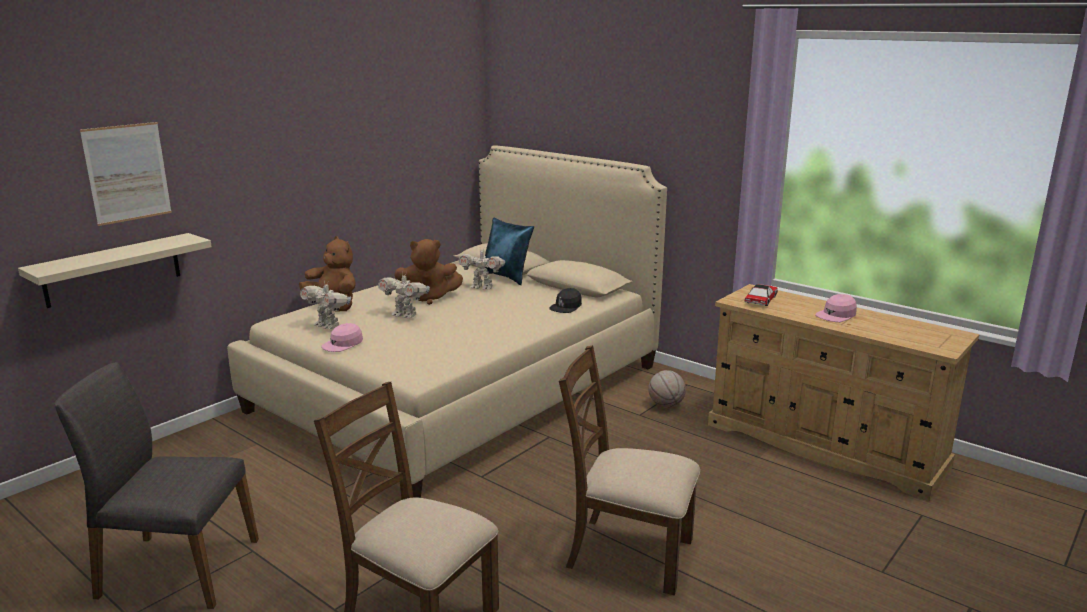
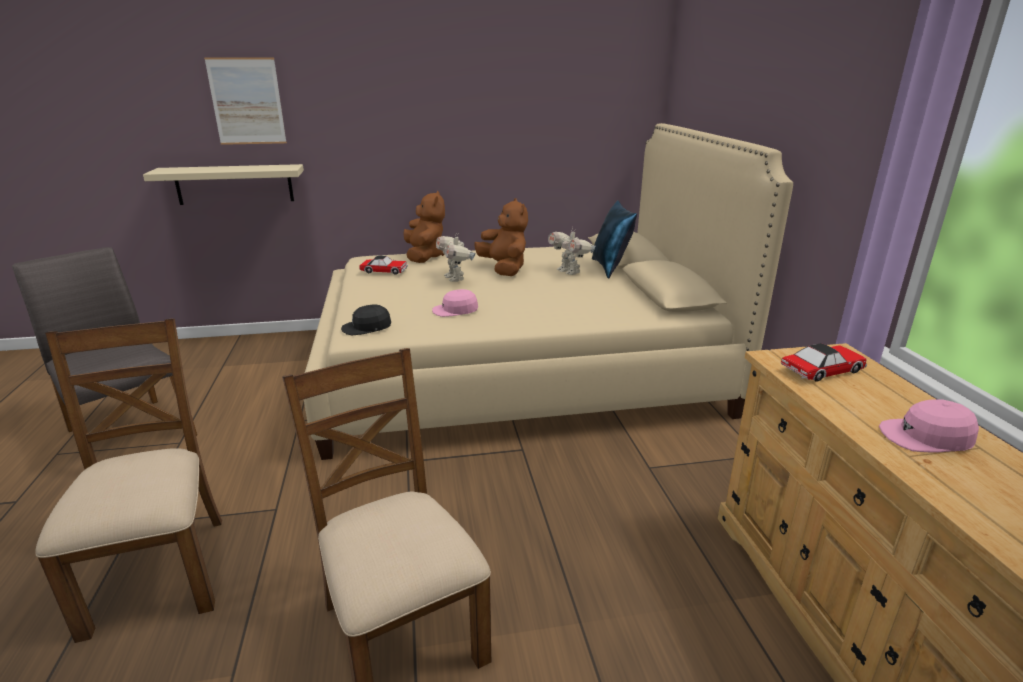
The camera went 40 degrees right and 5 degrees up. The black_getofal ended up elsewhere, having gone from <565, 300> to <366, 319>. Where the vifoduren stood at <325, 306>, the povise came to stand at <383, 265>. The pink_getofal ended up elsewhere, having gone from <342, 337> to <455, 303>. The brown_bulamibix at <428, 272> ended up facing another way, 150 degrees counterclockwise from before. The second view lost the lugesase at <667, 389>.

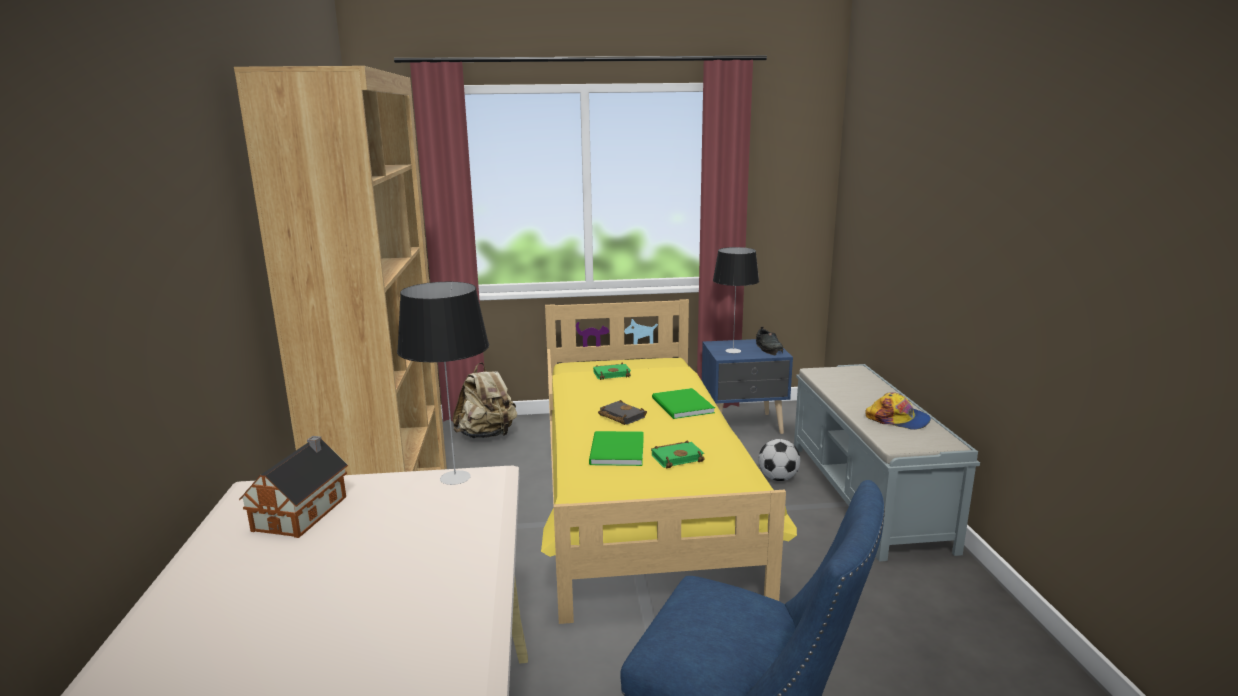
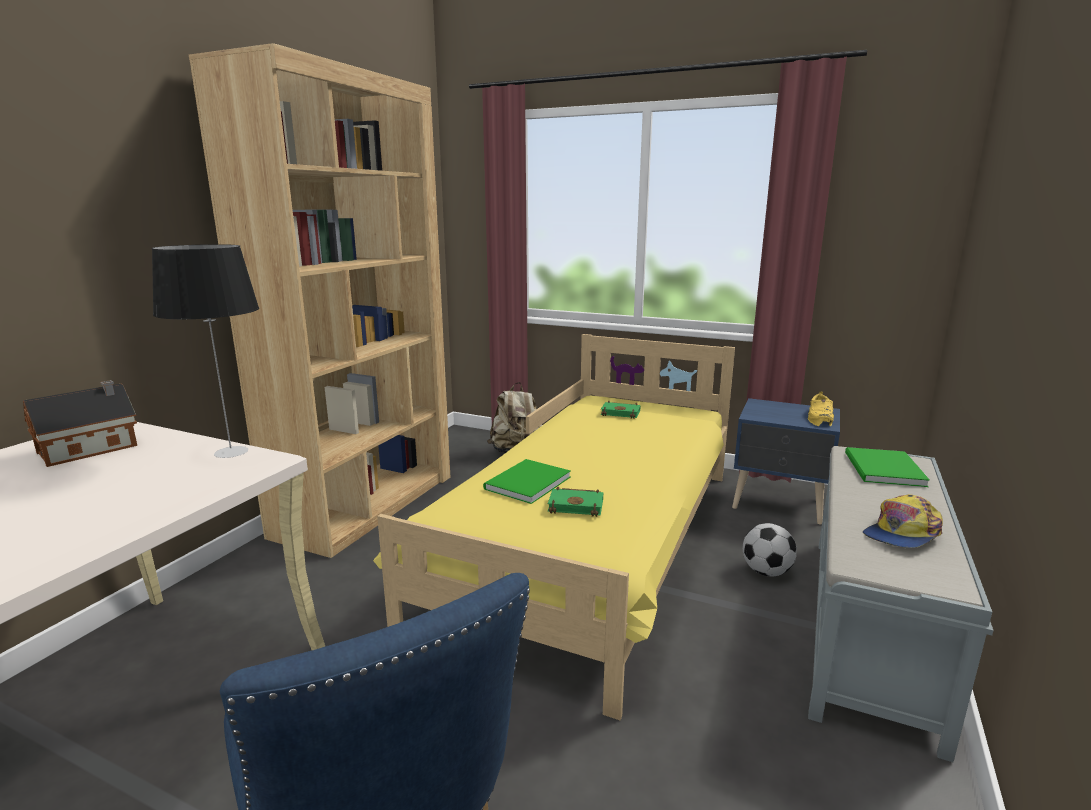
The camera went 30 degrees right and 0 degrees up. What was the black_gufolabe at <769, 341> turned into the yellow_gufolabe at <821, 408>. The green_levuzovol ended up elsewhere, having gone from <683, 403> to <887, 467>. The getofal at <898, 411> ended up facing another way, 75 degrees clockwise from before. The second view lost the black_levuzovol at <622, 412>. The second view lost the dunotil at <736, 300>.

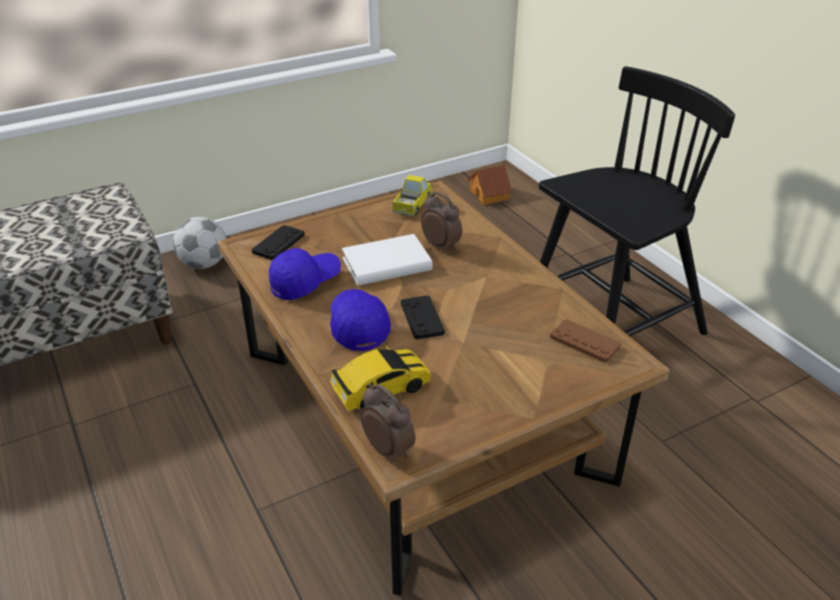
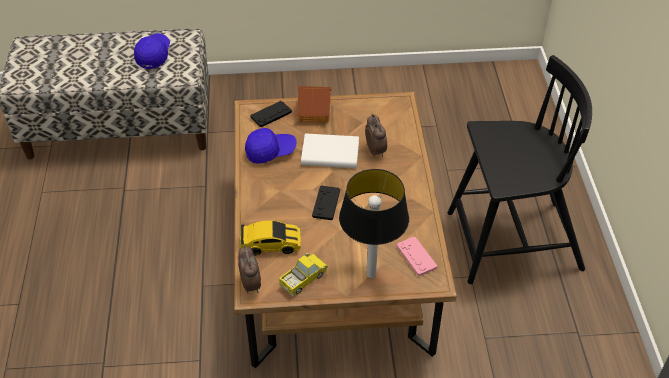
The camera went 25 degrees right and 10 degrees up. The blue_getofal ended up elsewhere, having gone from <360, 320> to <152, 51>. The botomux ended up elsewhere, having gone from <412, 195> to <303, 274>. The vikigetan ended up elsewhere, having gone from <490, 185> to <314, 104>. The second view gained the dunotil at <374, 223>. What was the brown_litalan at <585, 341> turned into the pink_litalan at <417, 256>. The second view lost the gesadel at <199, 243>.

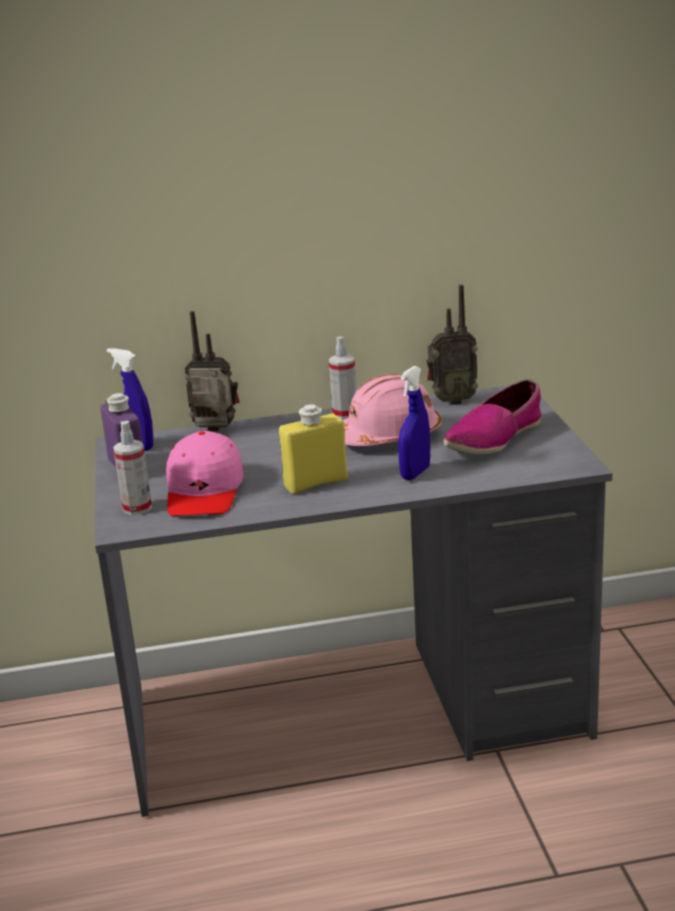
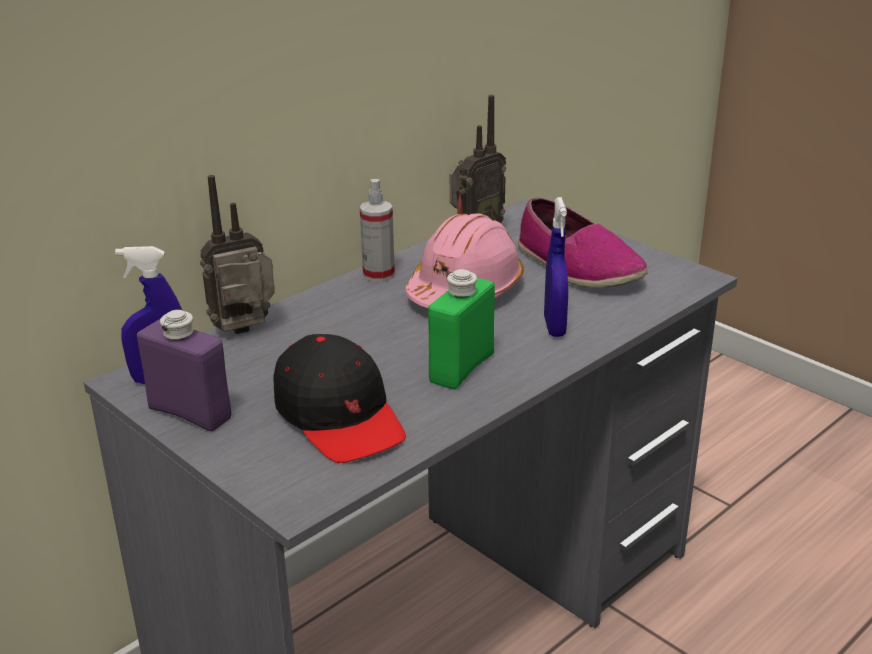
The camera went 35 degrees left and 5 degrees up. What was the pink_getofal at <204, 473> turned into the black_getofal at <340, 398>. What was the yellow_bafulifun at <313, 449> turned into the green_bafulifun at <461, 329>. The gufolabe at <492, 416> ended up facing another way, 45 degrees counterclockwise from before. The second view lost the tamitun at <132, 468>.

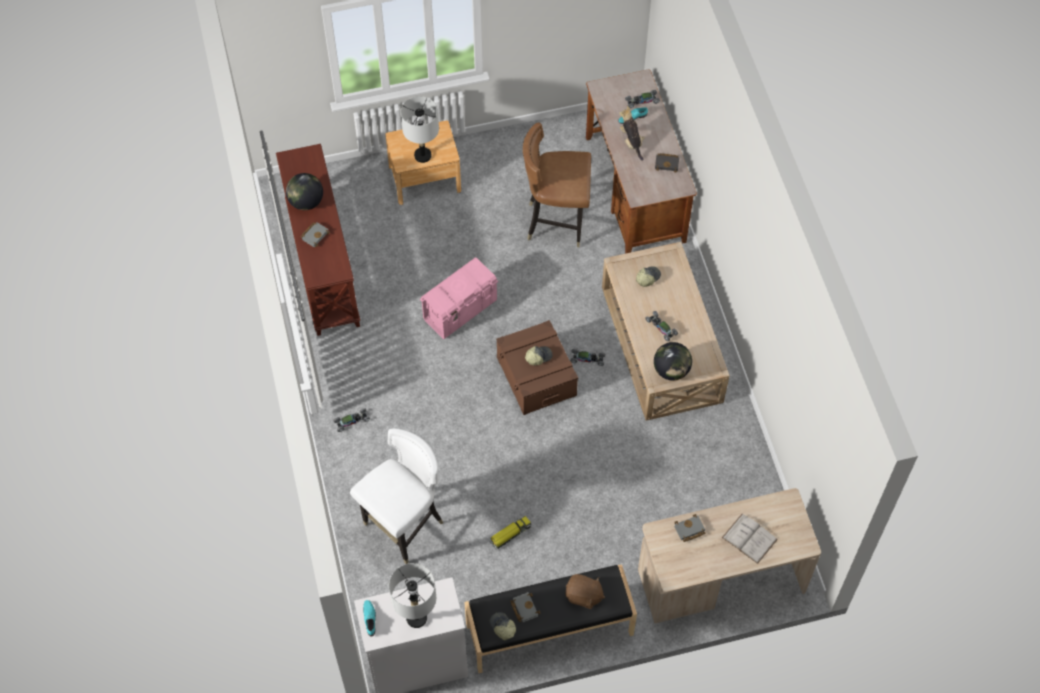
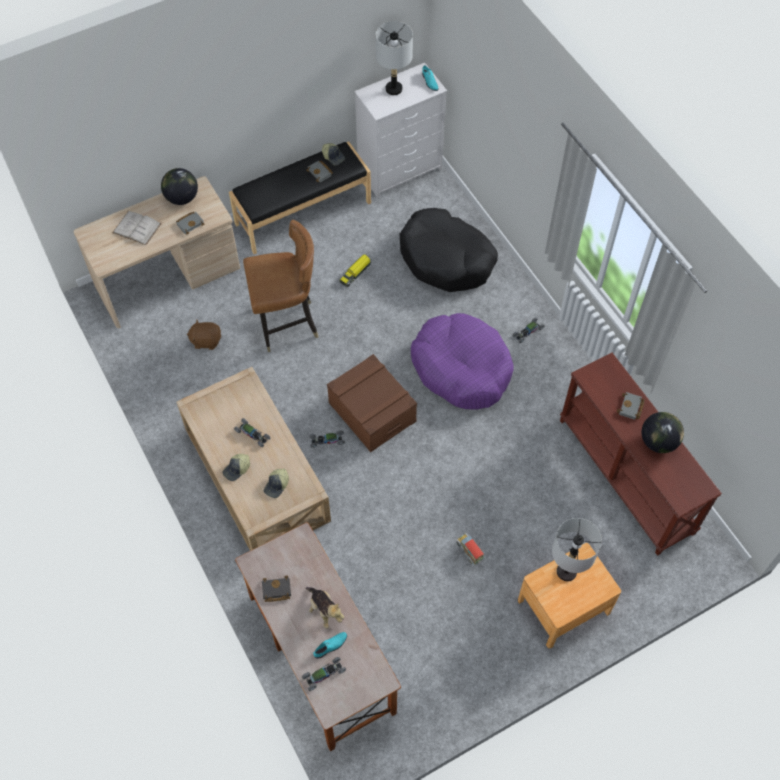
The camera went 165 degrees right and 0 degrees up. The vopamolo ended up elsewhere, having gone from <673, 361> to <179, 186>. The brown_bulamibix ended up elsewhere, having gone from <585, 591> to <203, 334>. The getofal ended up elsewhere, having gone from <539, 355> to <236, 467>. The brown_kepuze ended up elsewhere, having gone from <557, 184> to <280, 286>. Where the white_kepuze stood at <396, 496>, the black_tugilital came to stand at <448, 250>. The second view gained the purple_tugilital at <462, 361>. The second view gained the botomux at <470, 549>. The second view lost the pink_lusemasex at <459, 298>.

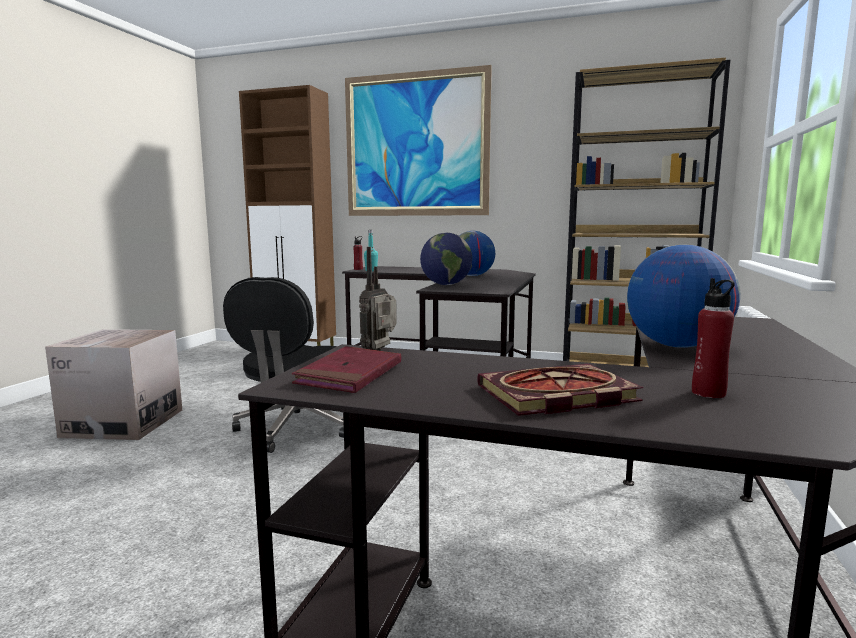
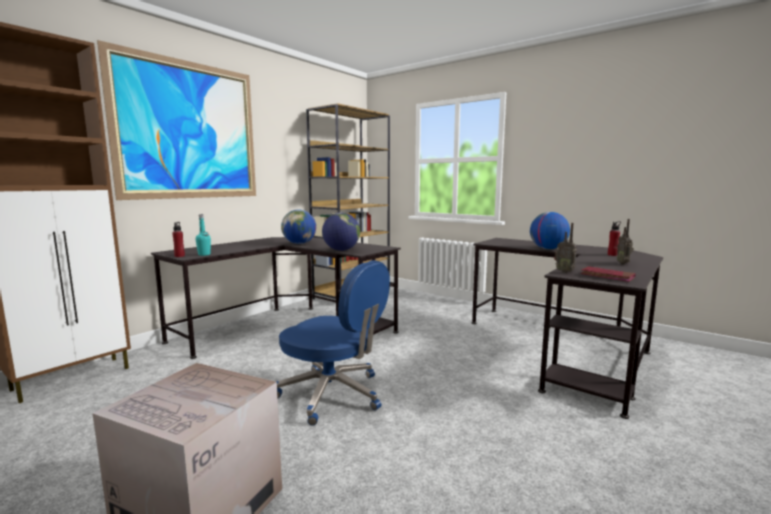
The camera went 70 degrees left and 0 degrees up. What was the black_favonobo at <283, 365> turned into the blue_favonobo at <333, 343>. Where the levuzovol stood at <560, 390>, the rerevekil came to stand at <625, 241>.

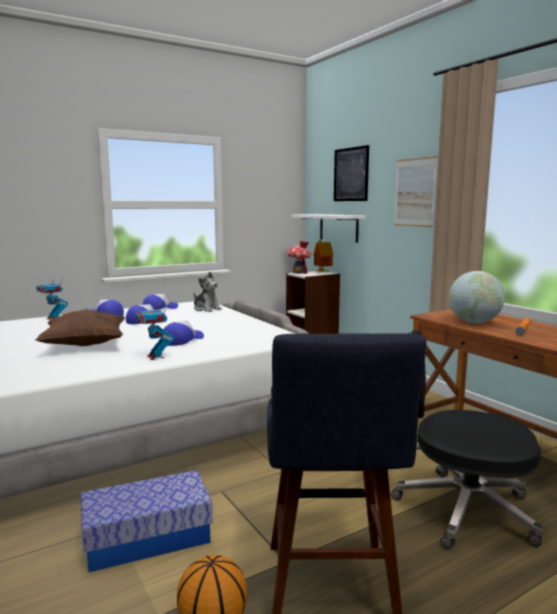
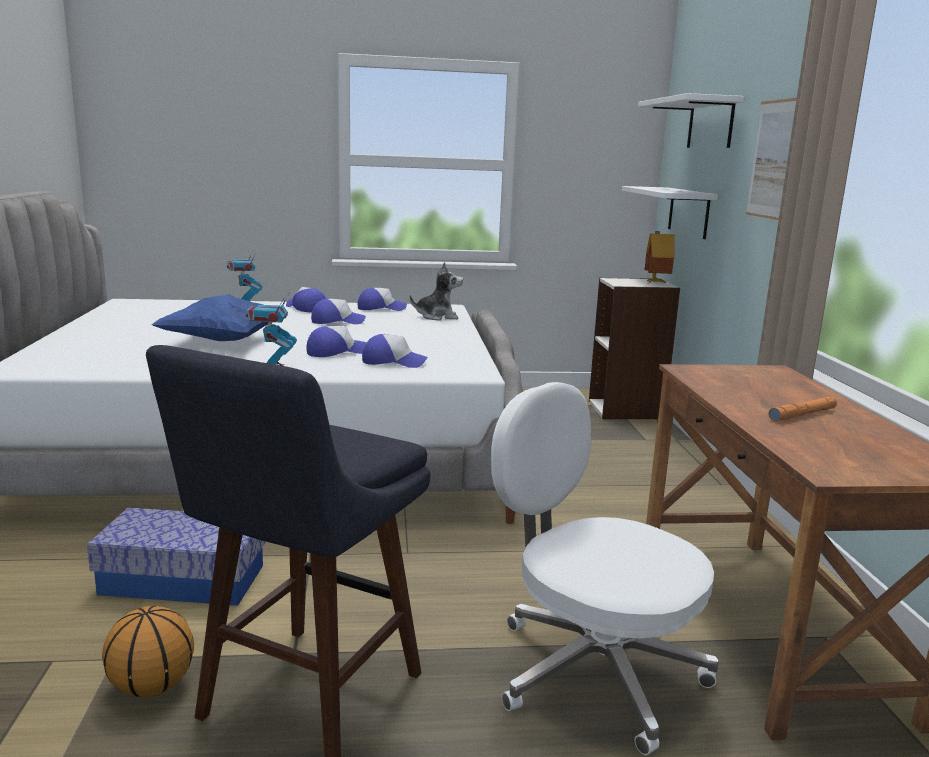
The camera went 25 degrees right and 5 degrees up. What was the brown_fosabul at <80, 327> turned into the blue_fosabul at <210, 317>. The second view gained the getofal at <395, 351>. The bulamibix at <208, 292> ended up facing another way, 75 degrees counterclockwise from before. What was the black_favonobo at <467, 439> turned into the white_favonobo at <605, 568>. Where the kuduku hung at <351, 173>, the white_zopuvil came to hang at <691, 120>. The second view lost the vikigetan at <299, 257>. The second view lost the vopamolo at <477, 297>.

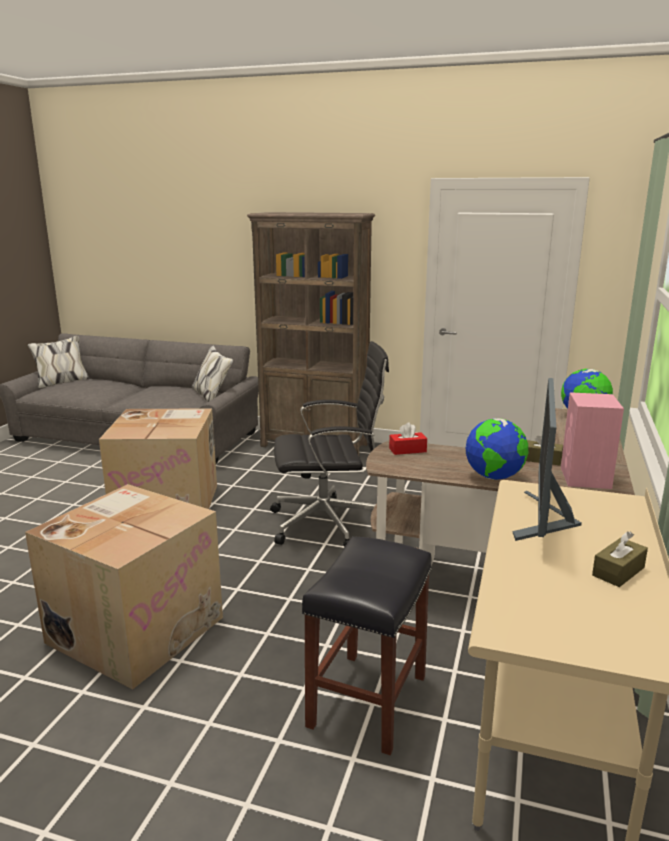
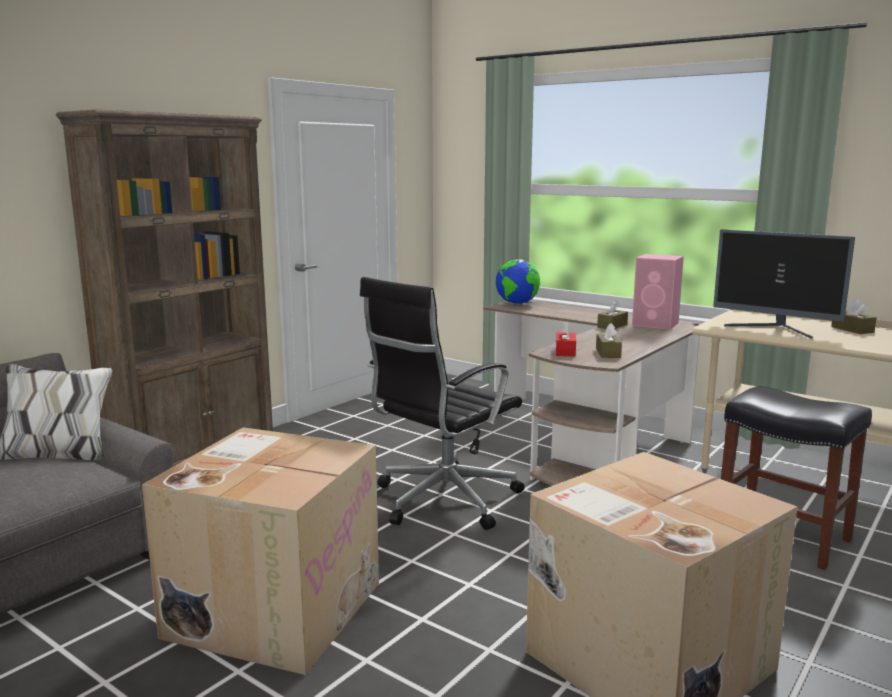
The camera went 70 degrees left and 5 degrees down. The black_favonobo at <329, 444> ended up facing another way, 150 degrees counterclockwise from before. The second view gained the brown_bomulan at <609, 340>. The second view lost the vopamolo at <497, 449>.

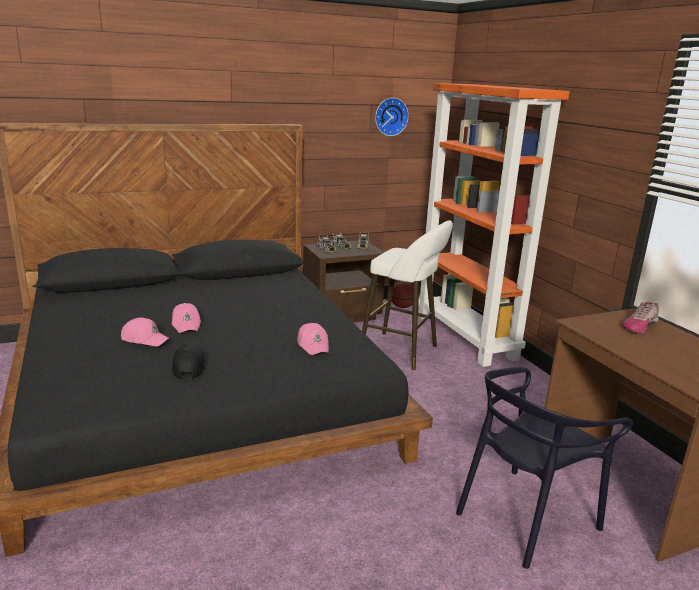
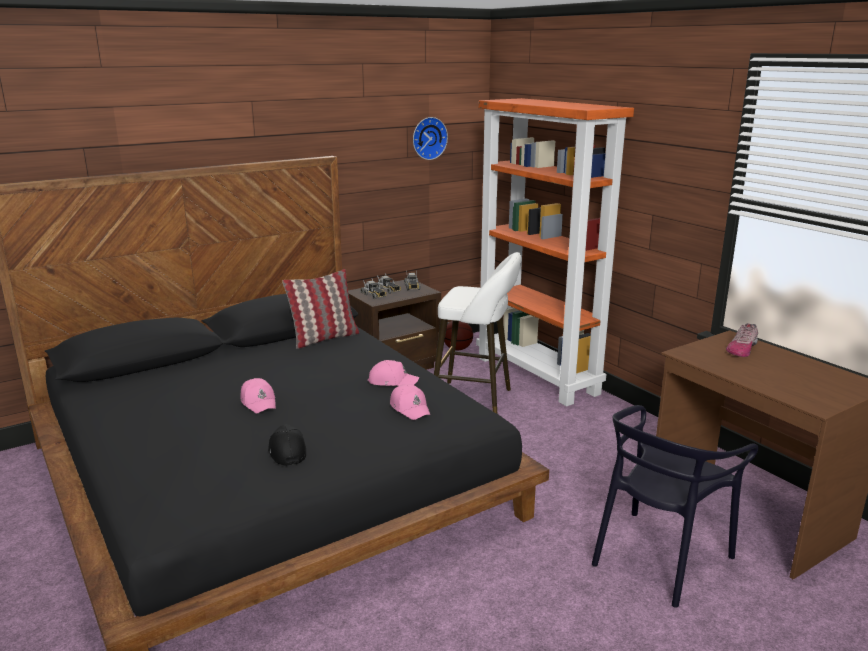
The camera went 10 degrees left and 0 degrees up. The second view gained the fosabul at <320, 309>. The pink_getofal ended up elsewhere, having gone from <145, 332> to <393, 373>.

